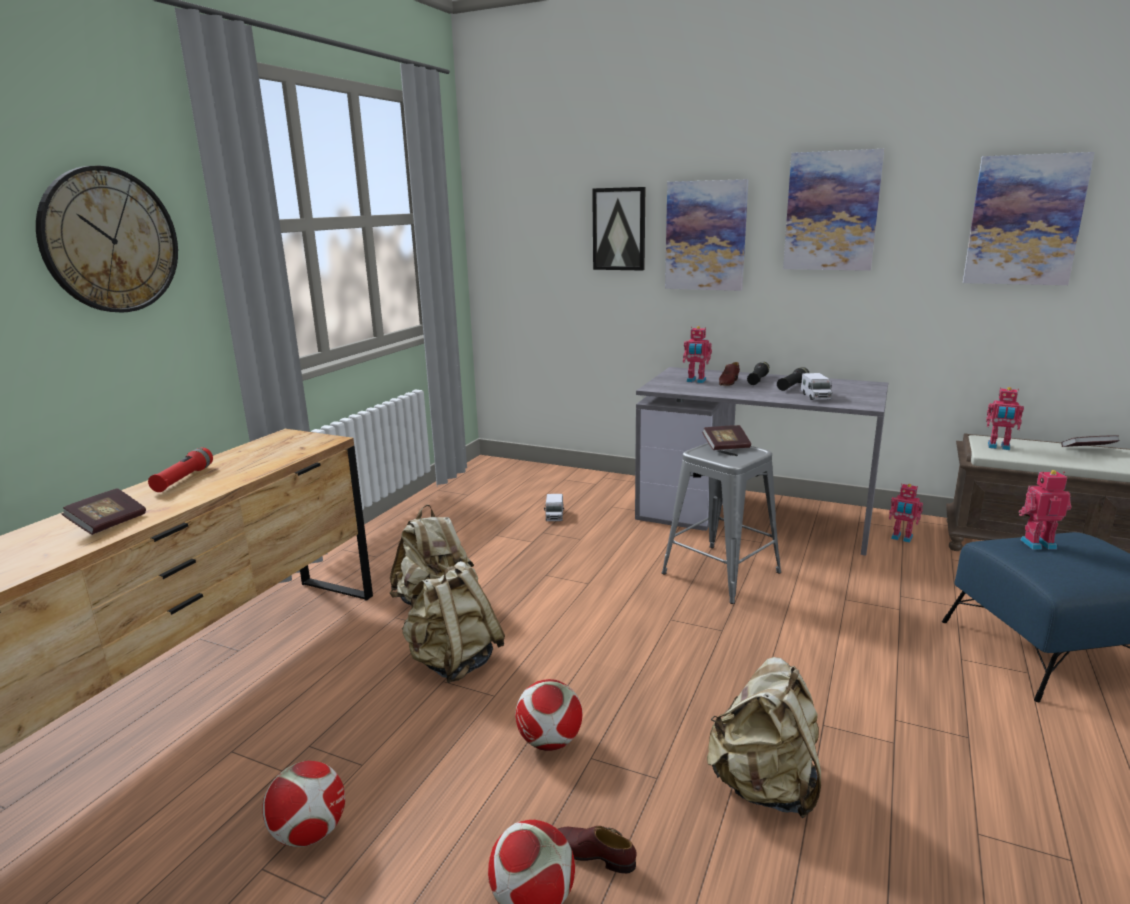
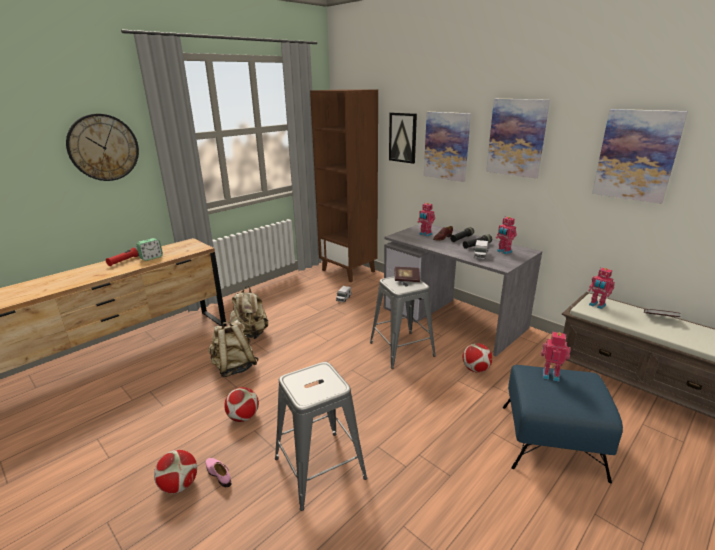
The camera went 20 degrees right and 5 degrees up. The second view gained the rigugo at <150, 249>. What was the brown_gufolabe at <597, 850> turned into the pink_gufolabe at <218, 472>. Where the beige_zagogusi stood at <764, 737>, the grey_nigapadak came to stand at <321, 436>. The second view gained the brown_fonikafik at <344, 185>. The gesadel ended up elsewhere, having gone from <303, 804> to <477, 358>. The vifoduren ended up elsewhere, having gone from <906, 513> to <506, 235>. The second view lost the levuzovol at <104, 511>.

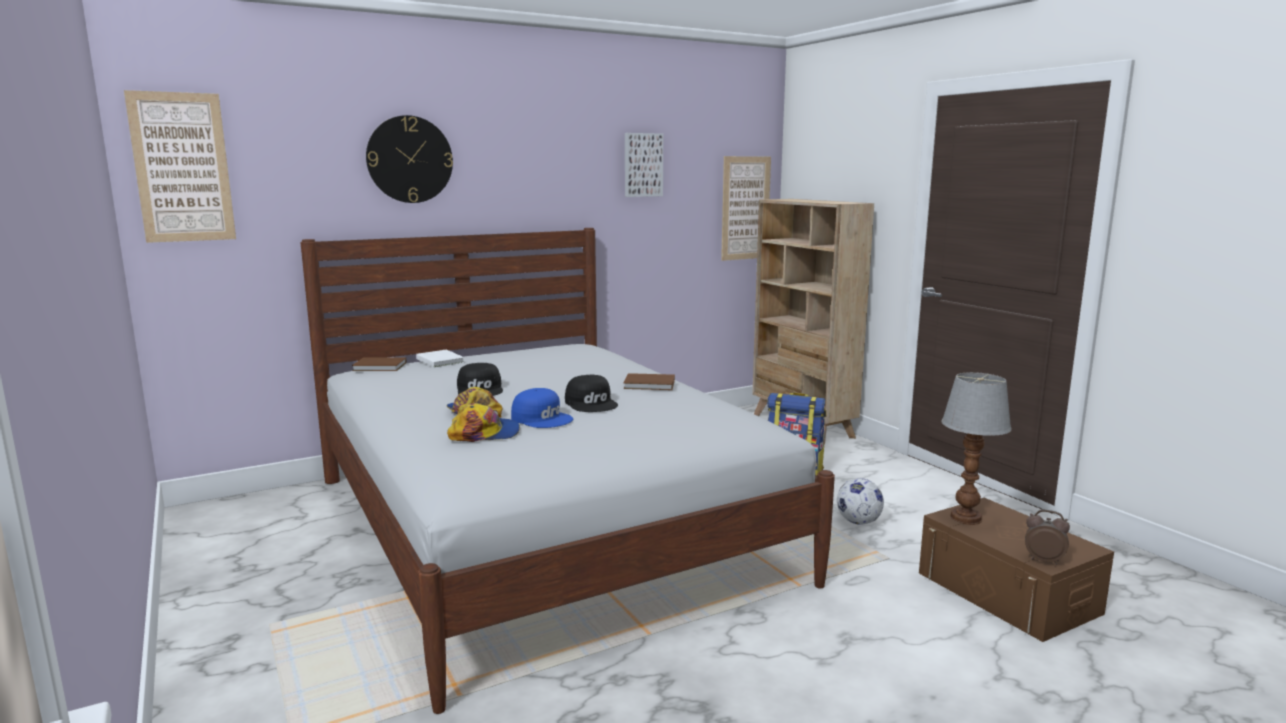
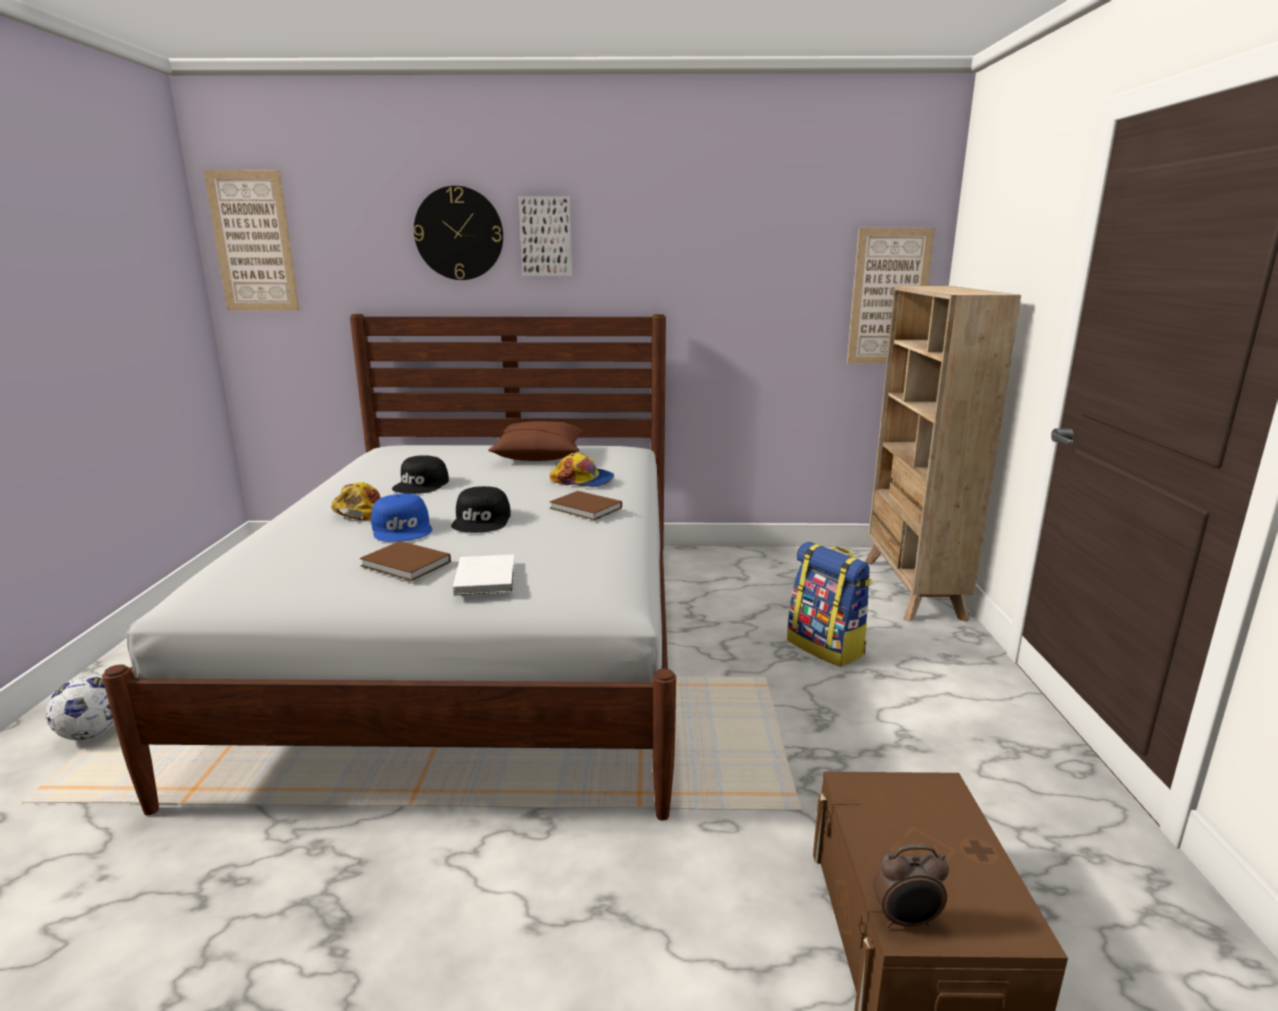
The camera went 30 degrees right and 5 degrees up. The gesadel ended up elsewhere, having gone from <860, 501> to <80, 708>. The brown_levuzovol ended up elsewhere, having gone from <379, 364> to <405, 561>. The white_levuzovol ended up elsewhere, having gone from <440, 358> to <484, 575>. The second view gained the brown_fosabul at <535, 441>. The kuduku ended up elsewhere, having gone from <644, 165> to <545, 236>. The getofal ended up elsewhere, having gone from <483, 422> to <582, 470>. The rigugo at <1047, 537> ended up facing another way, 120 degrees clockwise from before. The second view lost the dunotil at <976, 448>.

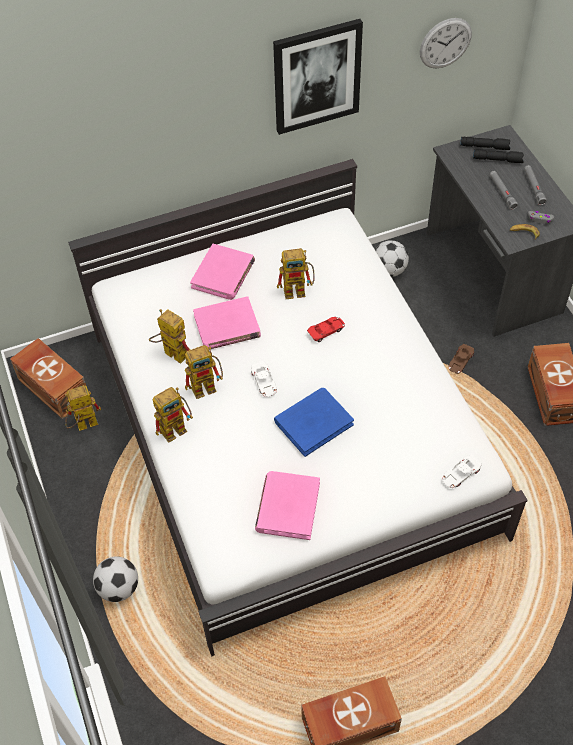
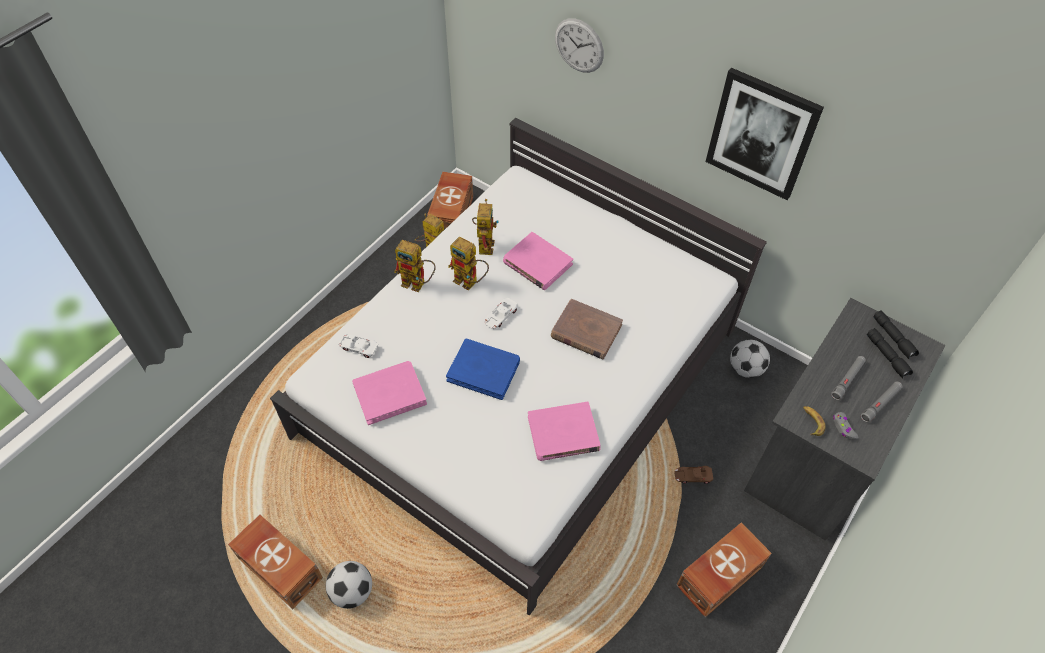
The camera went 55 degrees right and 0 degrees up. The gesadel ended up elsewhere, having gone from <115, 579> to <349, 585>. The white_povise ended up elsewhere, having gone from <462, 471> to <358, 346>. The pink_levuzovol ended up elsewhere, having gone from <222, 272> to <564, 431>. Where the red_povise stood at <326, 329>, the brown_levuzovol came to stand at <587, 329>. The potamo ended up elsewhere, having gone from <446, 43> to <579, 45>. The second view lost the vifoduren at <296, 273>.

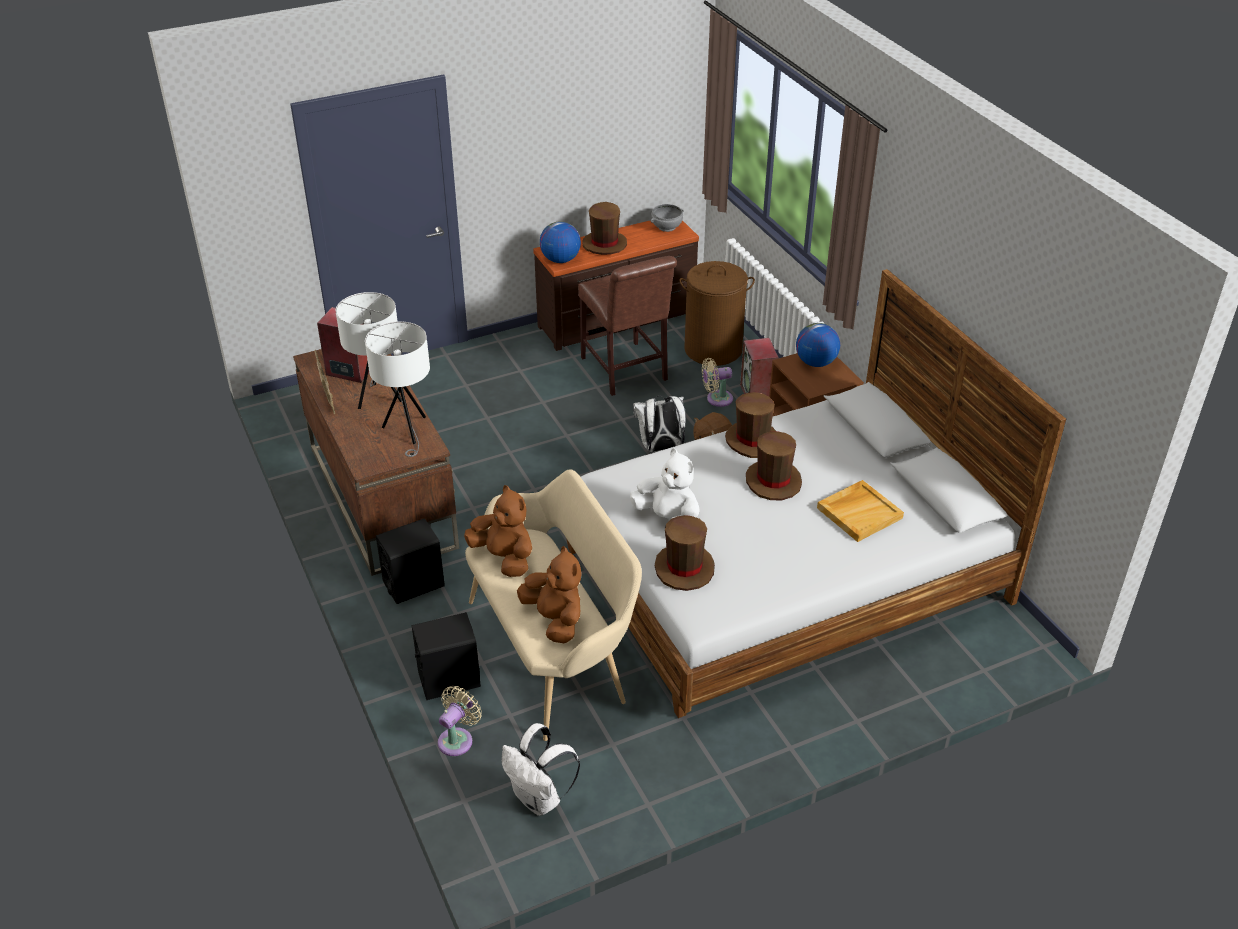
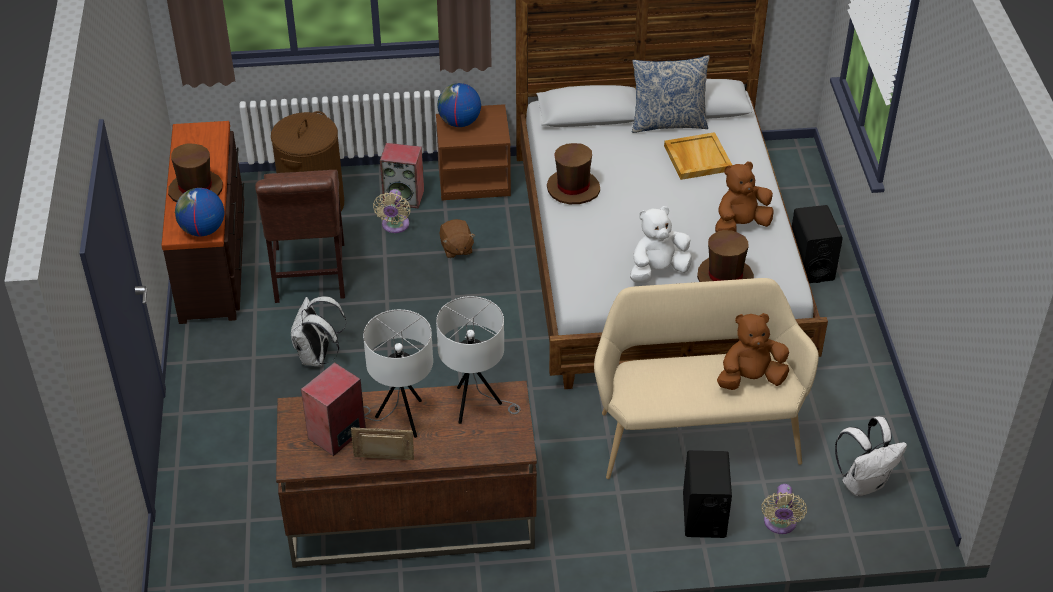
The camera went 70 degrees left and 5 degrees up. The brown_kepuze at <627, 326> ended up facing another way, 90 degrees clockwise from before. The white_zagogusi ended up elsewhere, having gone from <659, 424> to <319, 331>. The second view gained the fosabul at <671, 94>. The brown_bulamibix ended up elsewhere, having gone from <498, 531> to <744, 196>. The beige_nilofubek at <460, 721> ended up facing another way, 135 degrees counterclockwise from before. The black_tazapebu ended up elsewhere, having gone from <410, 561> to <817, 244>. The second view lost the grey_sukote at <667, 218>. The second view lost the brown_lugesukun at <774, 466>.

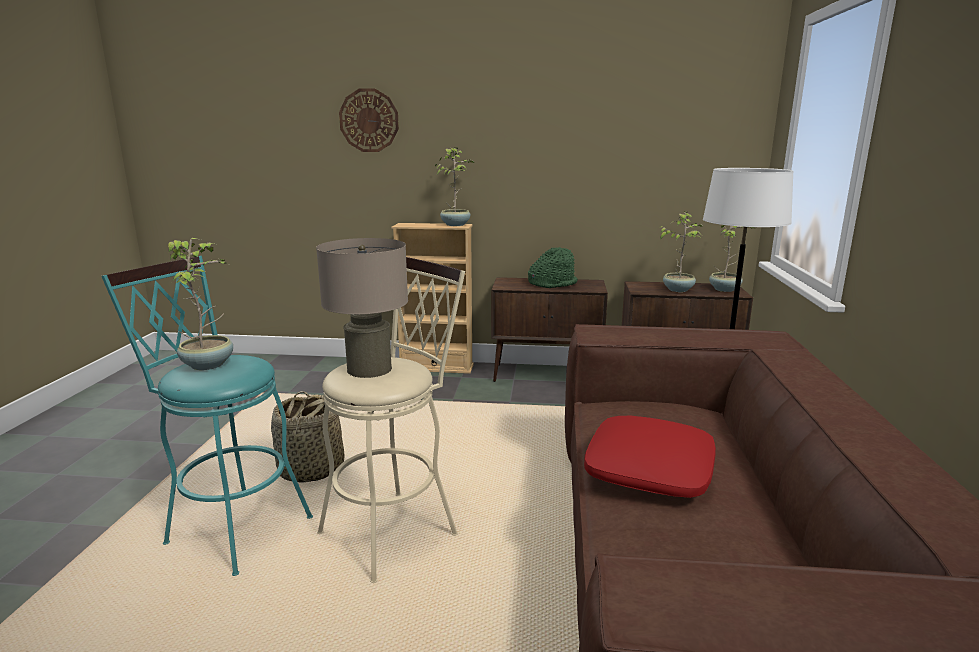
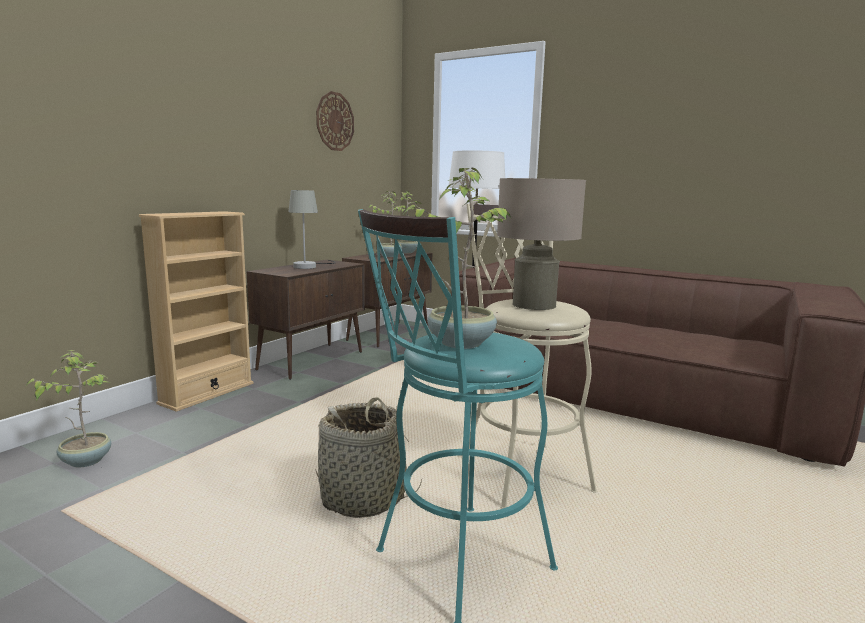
The camera went 65 degrees left and 5 degrees down. The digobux ended up elsewhere, having gone from <454, 186> to <68, 409>. Where the green_lugesukun stood at <553, 267>, the grey_dunotil came to stand at <312, 229>. The potamo ended up elsewhere, having gone from <369, 120> to <335, 121>. The second view lost the red_fosabul at <650, 456>.

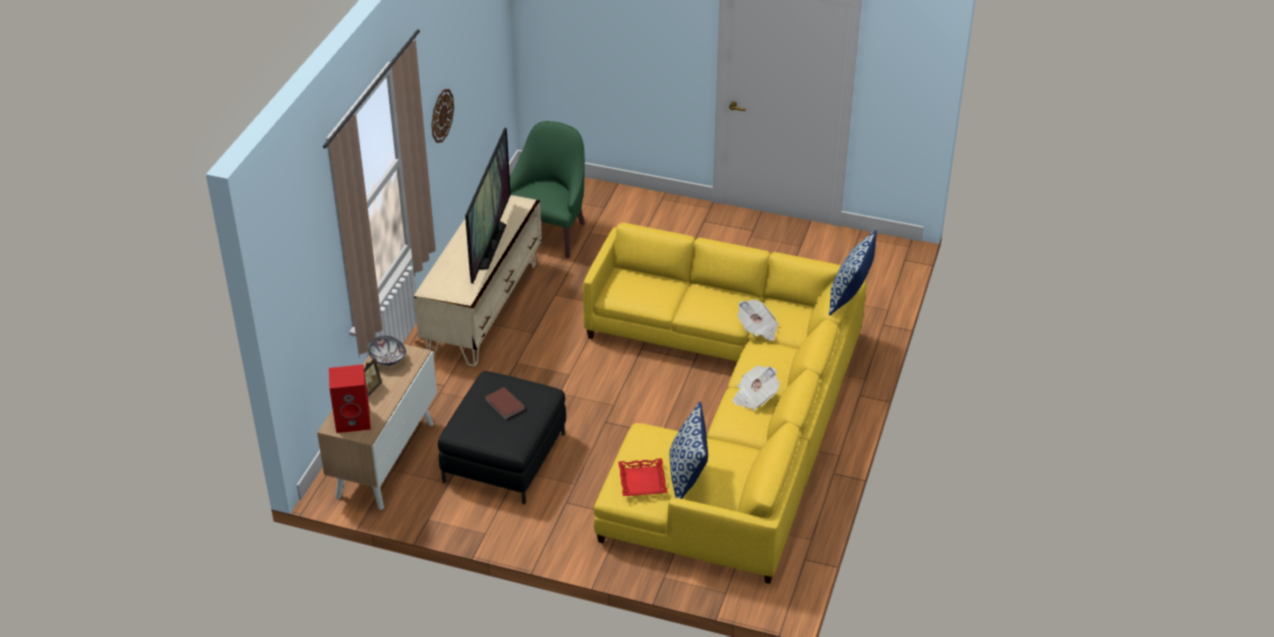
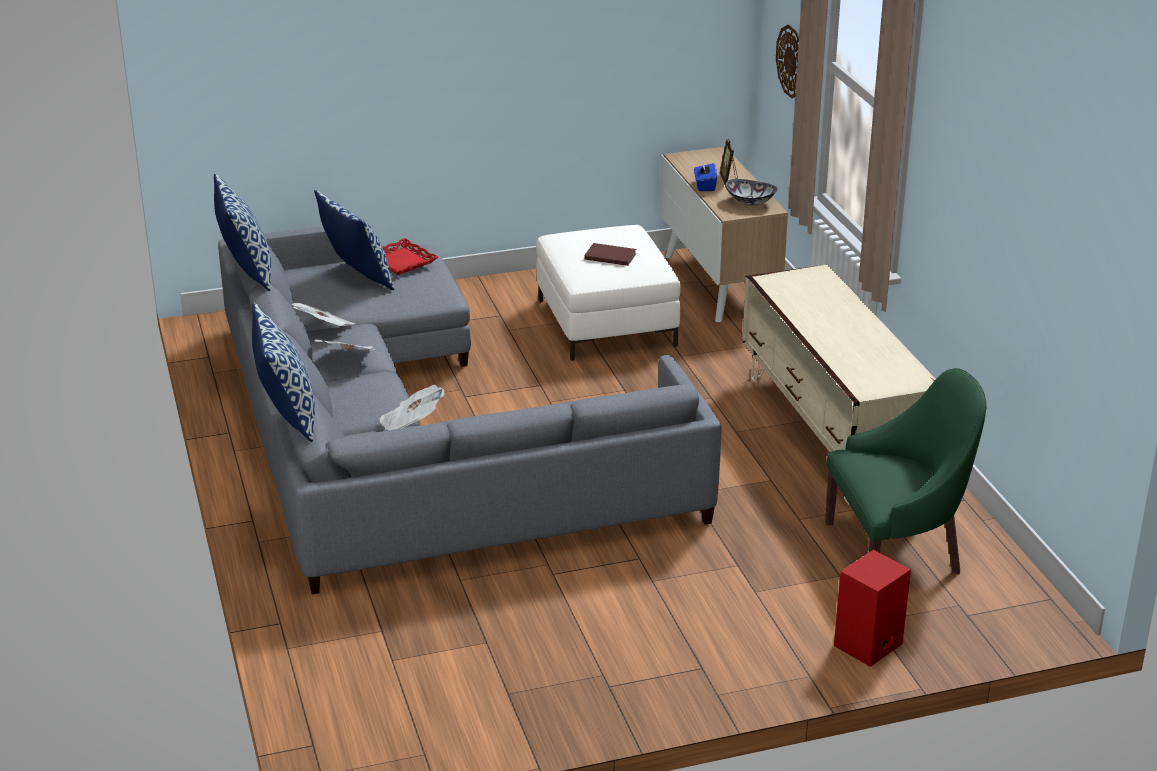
The camera went 145 degrees right and 10 degrees down. The second view gained the fosabul at <242, 232>. What was the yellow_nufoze at <724, 403> turned into the grey_nufoze at <470, 410>. The second view gained the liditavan at <323, 314>. What was the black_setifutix at <502, 437> turned into the white_setifutix at <608, 293>. The second view gained the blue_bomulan at <705, 175>. The potamo ended up elsewhere, having gone from <442, 116> to <787, 61>. The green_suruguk at <547, 189> ended up facing another way, 90 degrees counterclockwise from before. The red_tazapebu ended up elsewhere, having gone from <350, 398> to <872, 608>. The second view lost the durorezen at <488, 206>.

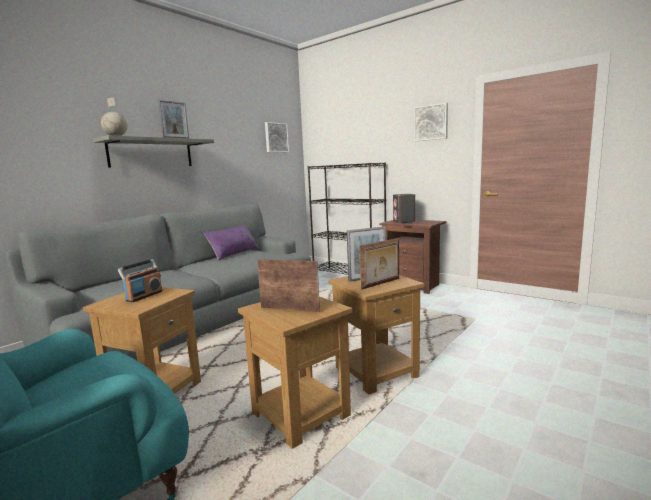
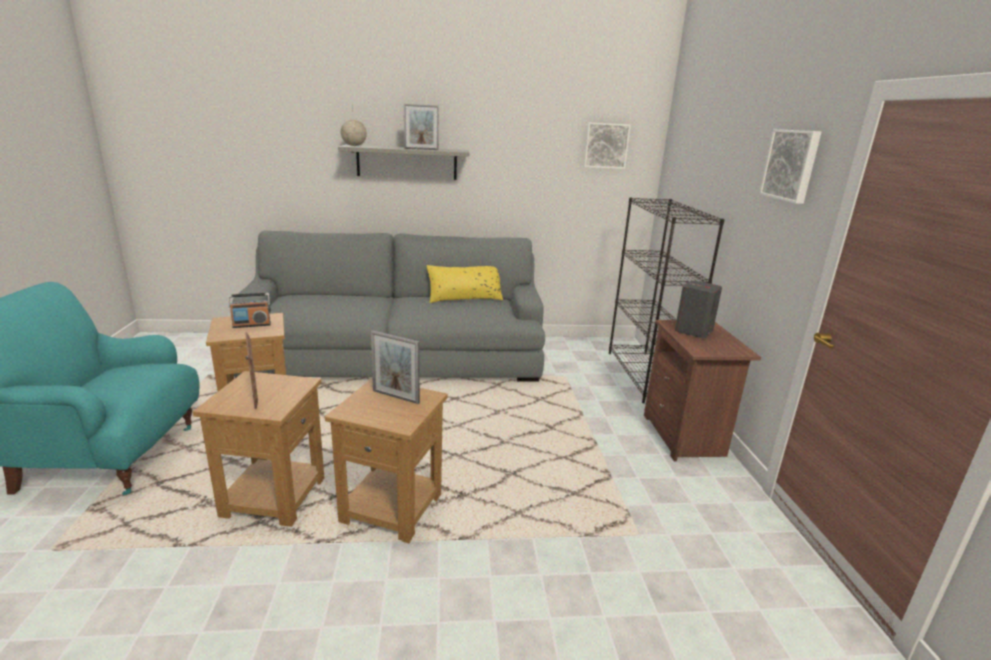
The camera went 45 degrees right and 10 degrees up. What was the purple_fosabul at <231, 243> turned into the yellow_fosabul at <464, 284>. The second view lost the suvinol at <379, 264>.

